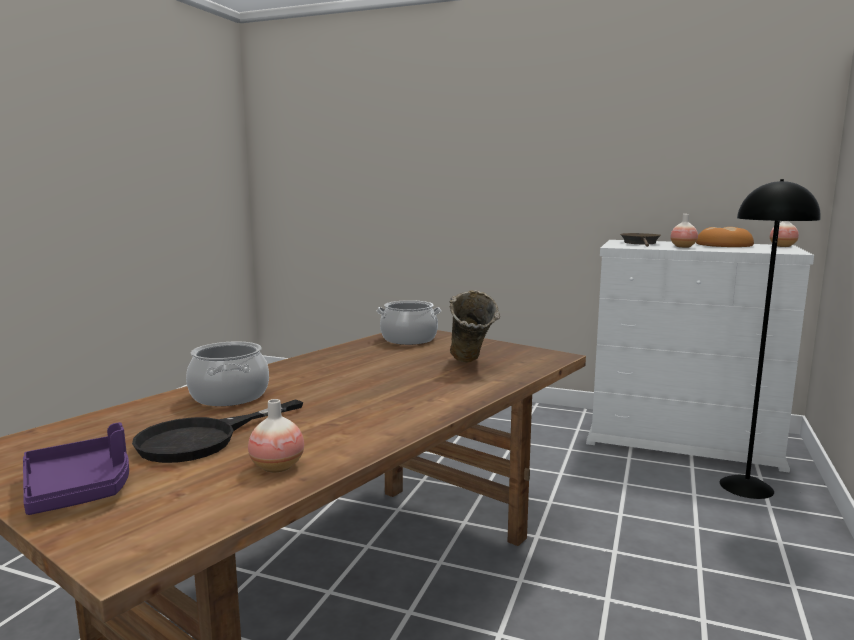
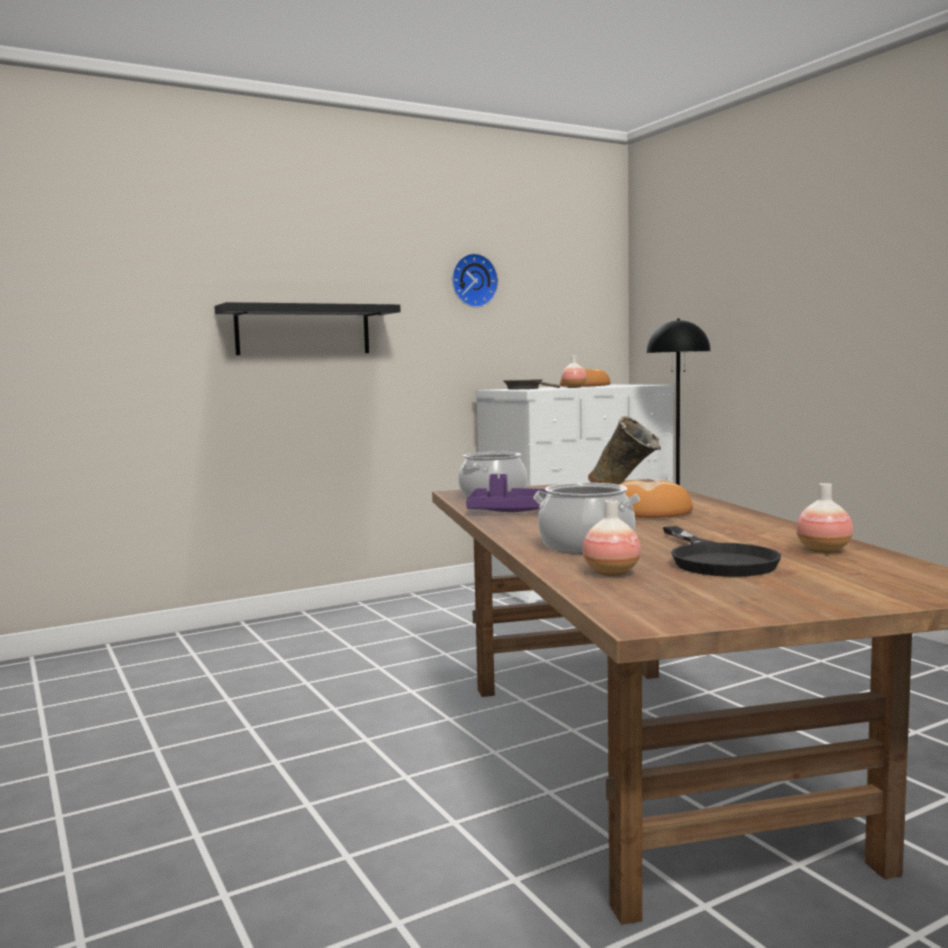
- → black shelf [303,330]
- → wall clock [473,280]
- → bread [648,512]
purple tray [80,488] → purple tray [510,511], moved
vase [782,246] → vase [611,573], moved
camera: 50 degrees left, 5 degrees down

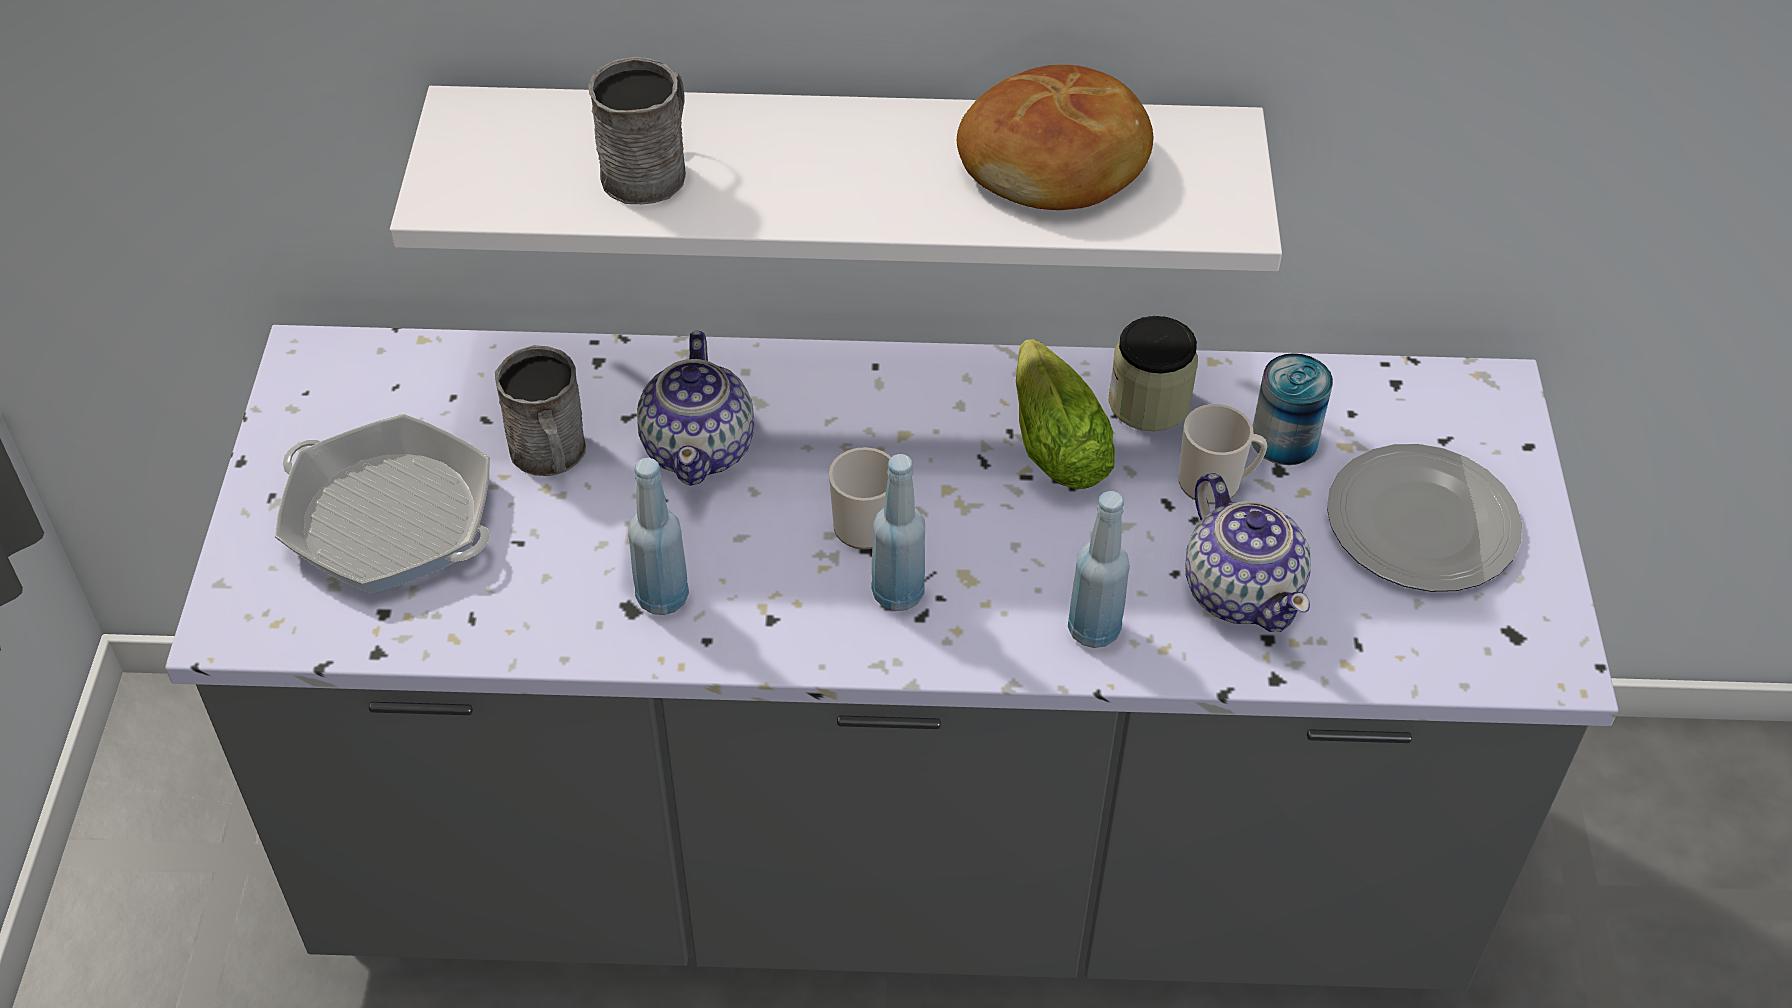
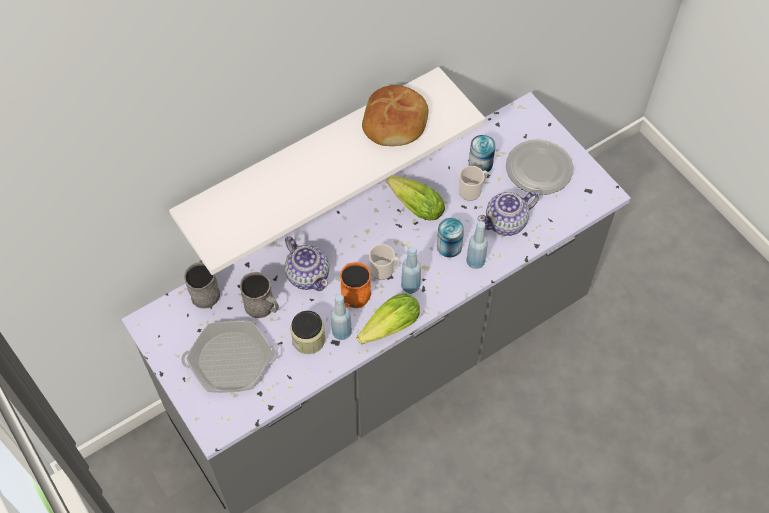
- → orange mug [353,298]
- → lettuce [386,329]
- → can [449,246]
grey mug [651,169] → grey mug [205,291], moved
jar [1149,403] → jar [308,339], moved
teapot [1241,590] → teapot [506,222], 120 degrees clockwise
camera: 35 degrees left, 10 degrees up

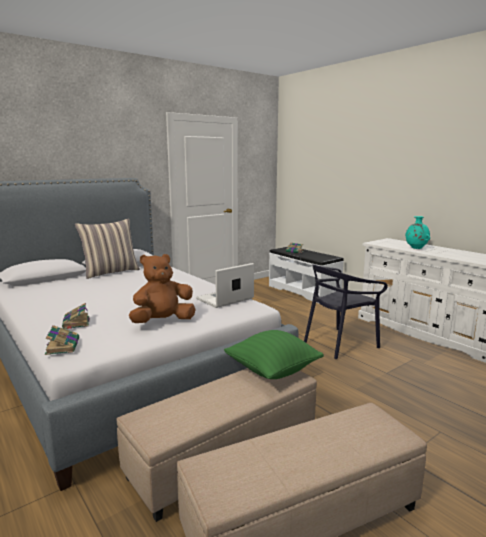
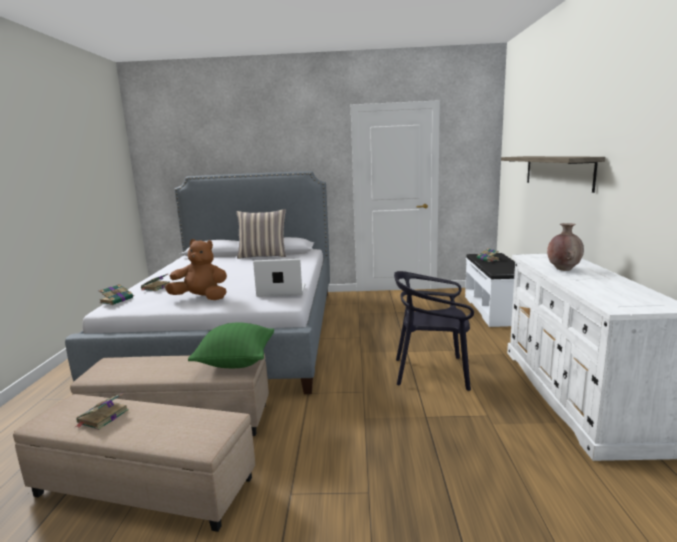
- → book [102,417]
- → shelf [557,171]
turquoise vase [416,248] → brown vase [563,269]
camera: 40 degrees right, 0 degrees up

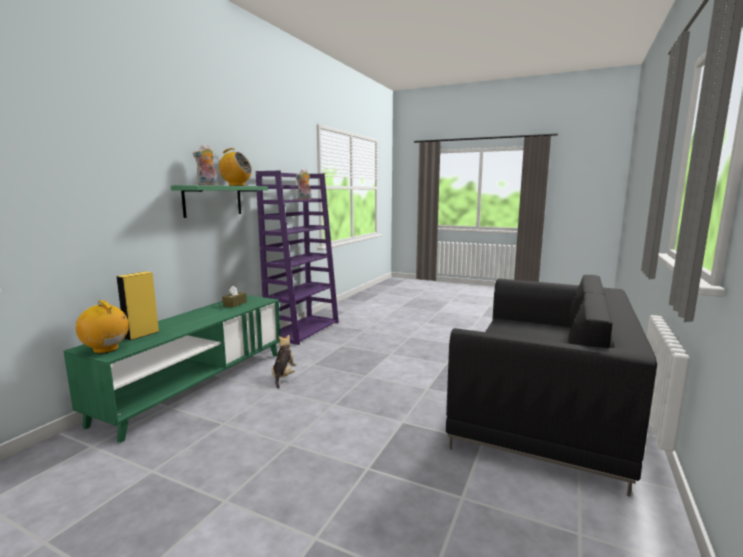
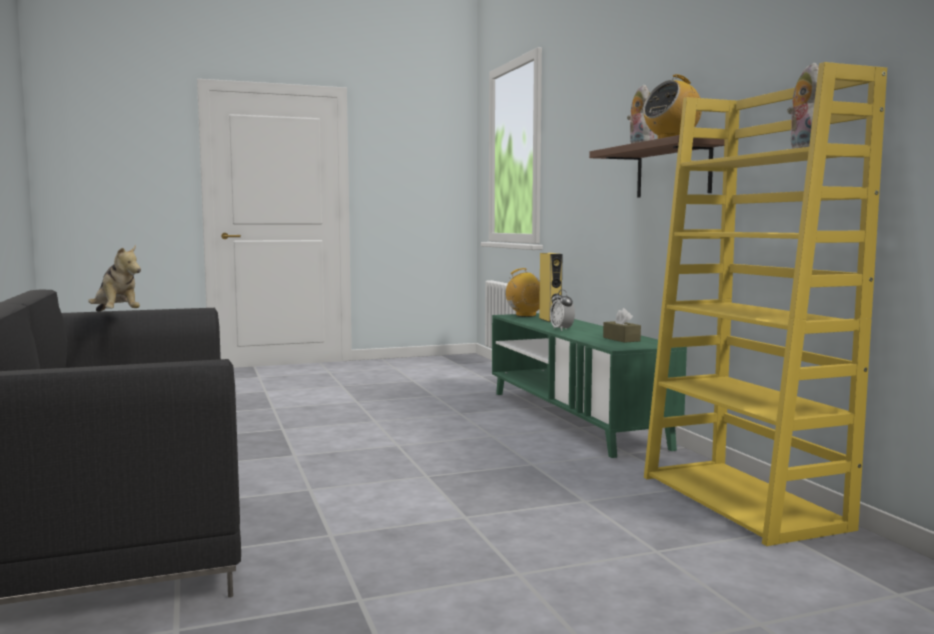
- → alarm clock [562,329]
plush toy [283,376] → plush toy [116,315], moved
green shelf [213,200] → brown shelf [673,170]
purple bookcase [303,329] → yellow bookcase [744,502]
camera: 135 degrees right, 5 degrees down

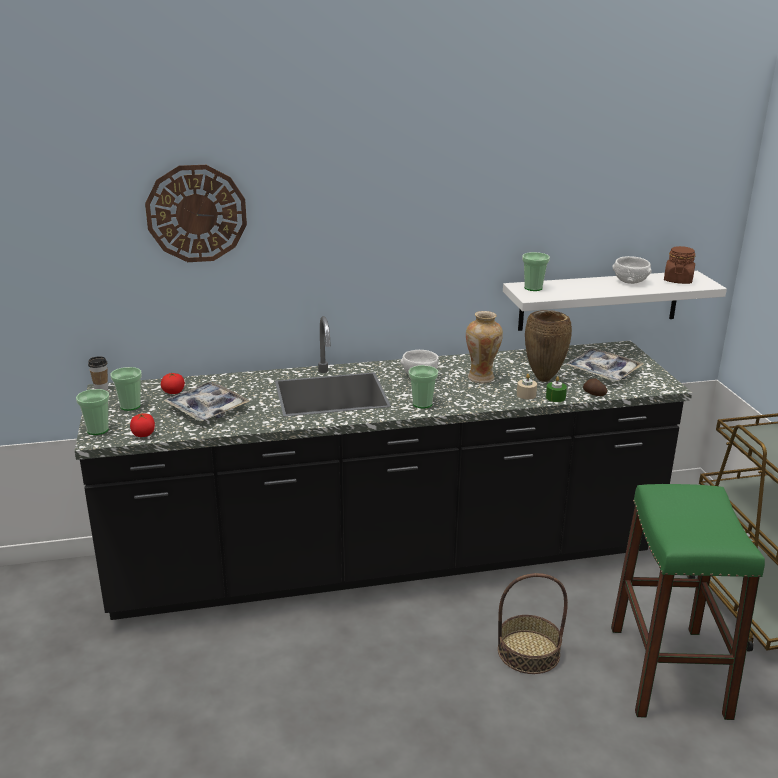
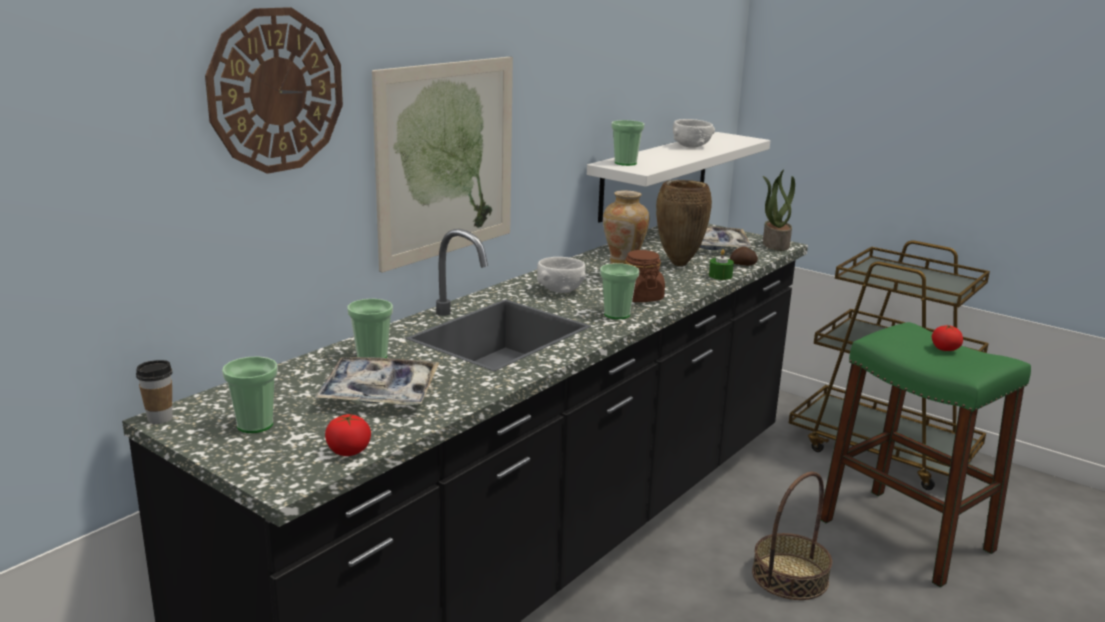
beige candle [526,395] → -
- → picture [446,160]
- → potted plant [775,244]
cup [97,430] → cup [372,357], moved
tomato [173,392] → tomato [945,349], moved
brown jar [678,280] → brown jar [640,297], moved
camera: 40 degrees left, 5 degrees down

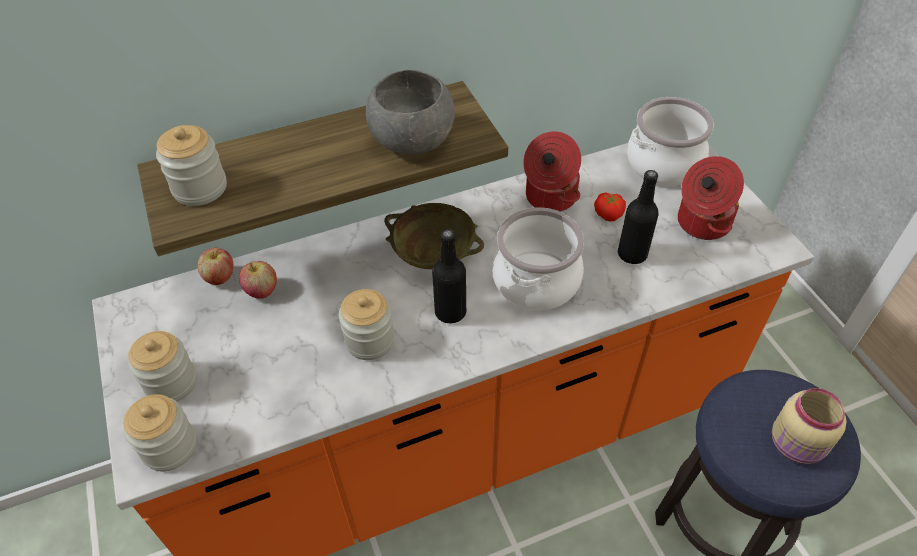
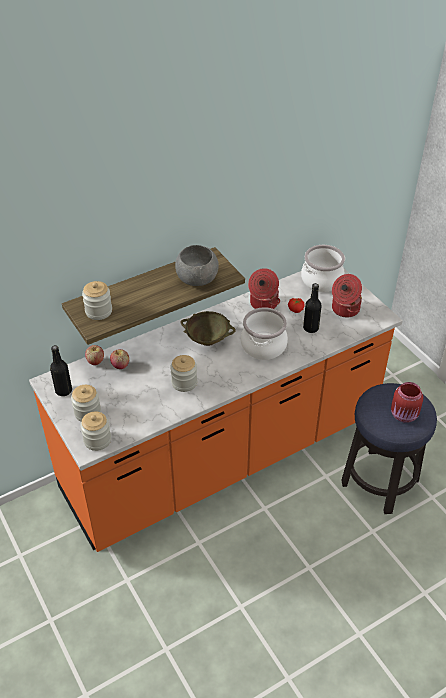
black bottle [450,312] → black bottle [63,390], moved
beige jar [797,446] → red jar [404,415]
camera: 10 degrees left, 5 degrees down

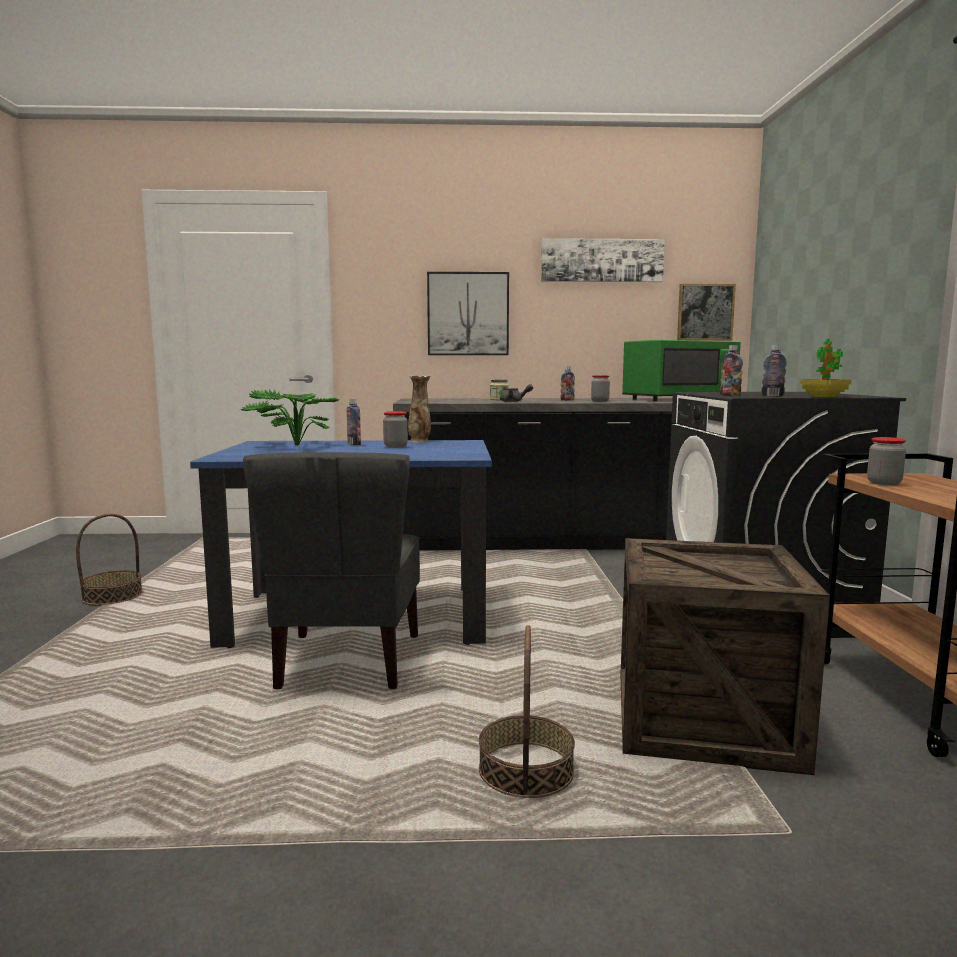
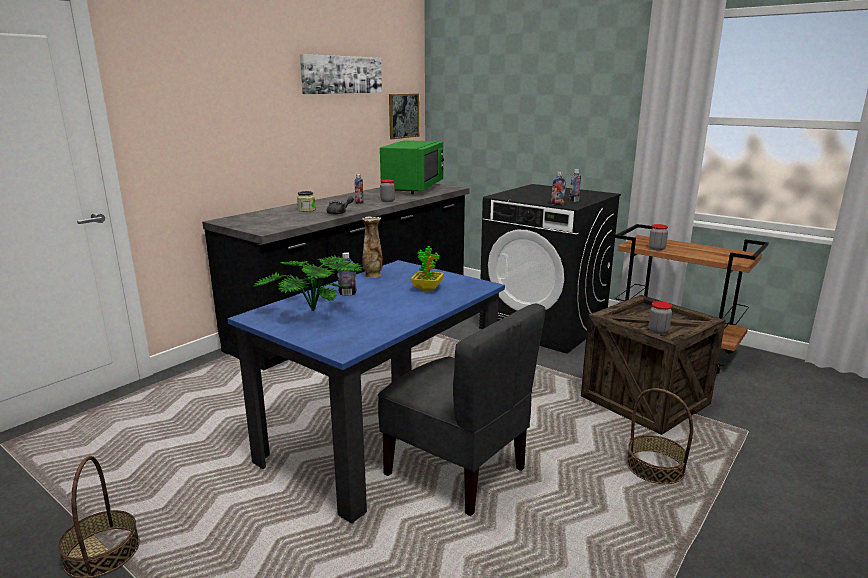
picture [468,314] → -
jar [395,446] → jar [658,331], moved
potted plant [824,396] → potted plant [427,289], moved
camera: 50 degrees left, 10 degrees up

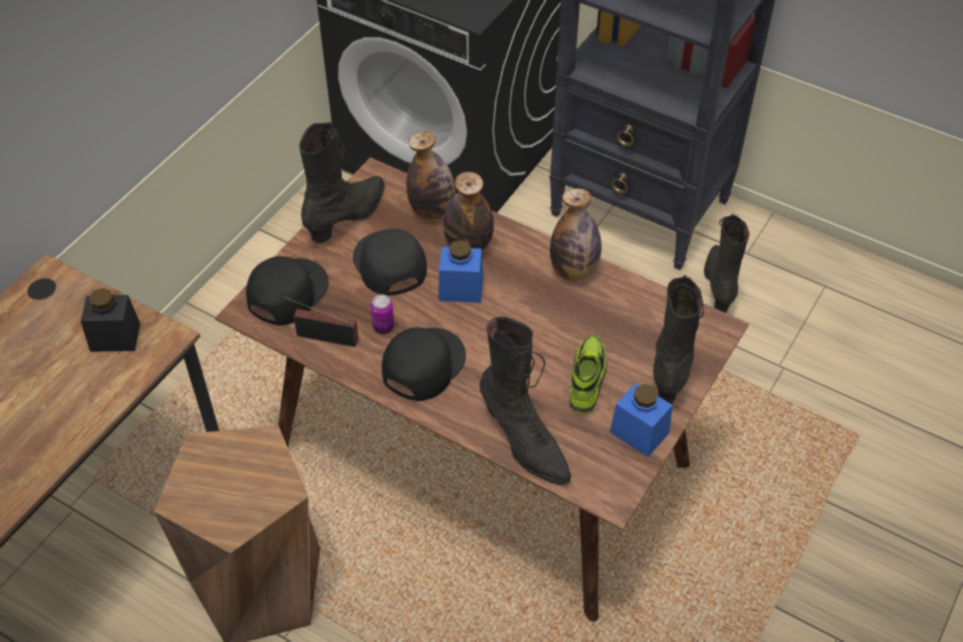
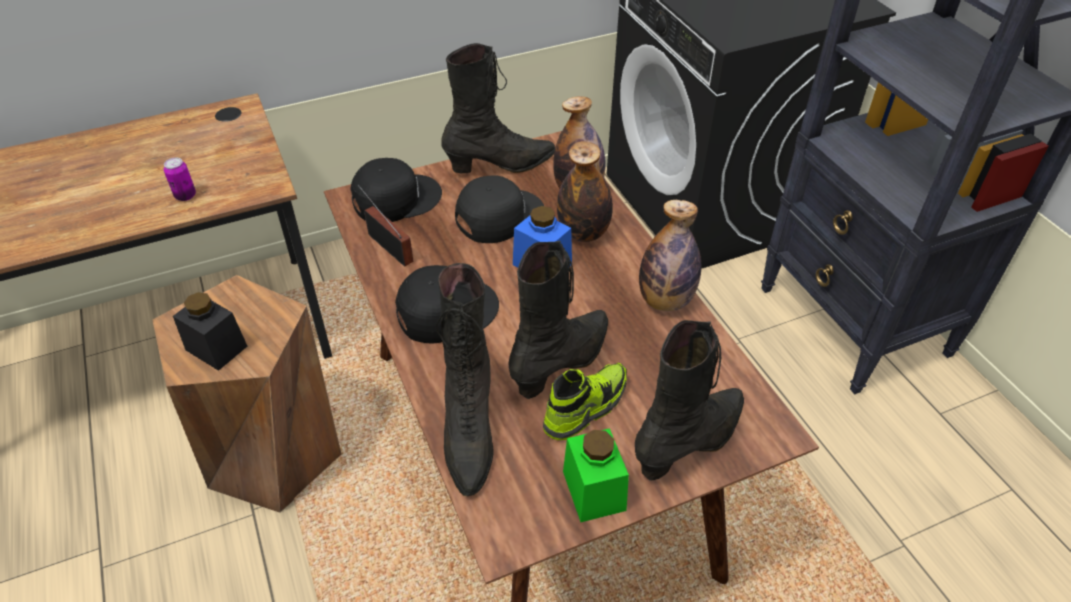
black jar [115,337] → black jar [216,348], moved
can [383,327] → can [185,196], moved
black boot [719,285] → black boot [563,363], moved
blue jar [639,432] → green jar [594,491]
black cap [388,264] → black cap [498,216], 45 degrees clockwise
camera: 35 degrees right, 5 degrees down

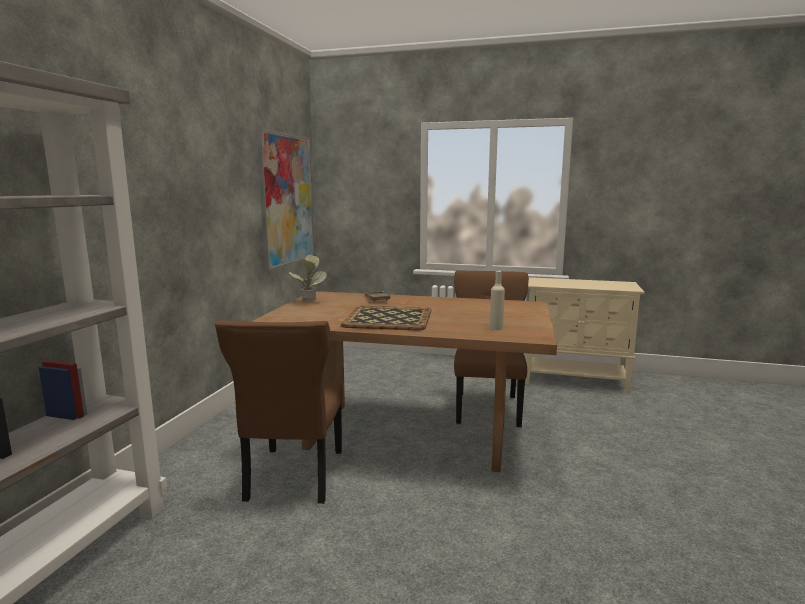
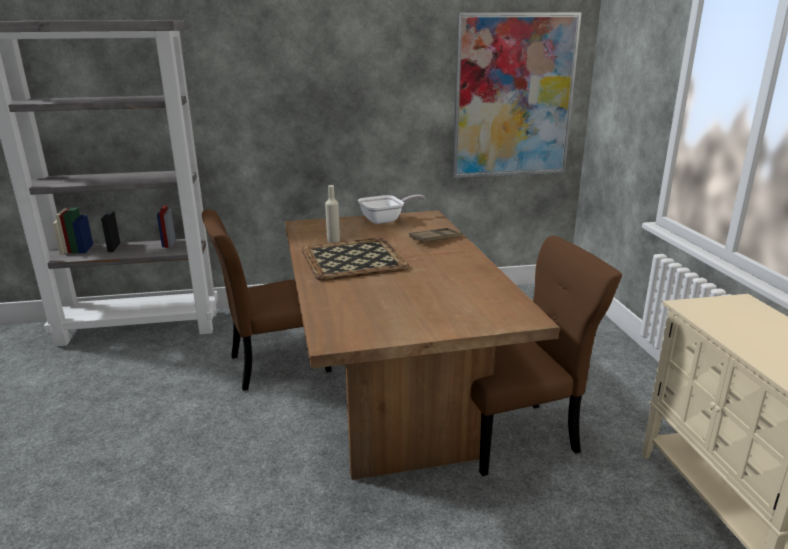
beige bottle [496,328] → beige bottle [333,240], moved
potted plant [309,302] → frying pan [386,220]
camera: 65 degrees right, 10 degrees up

